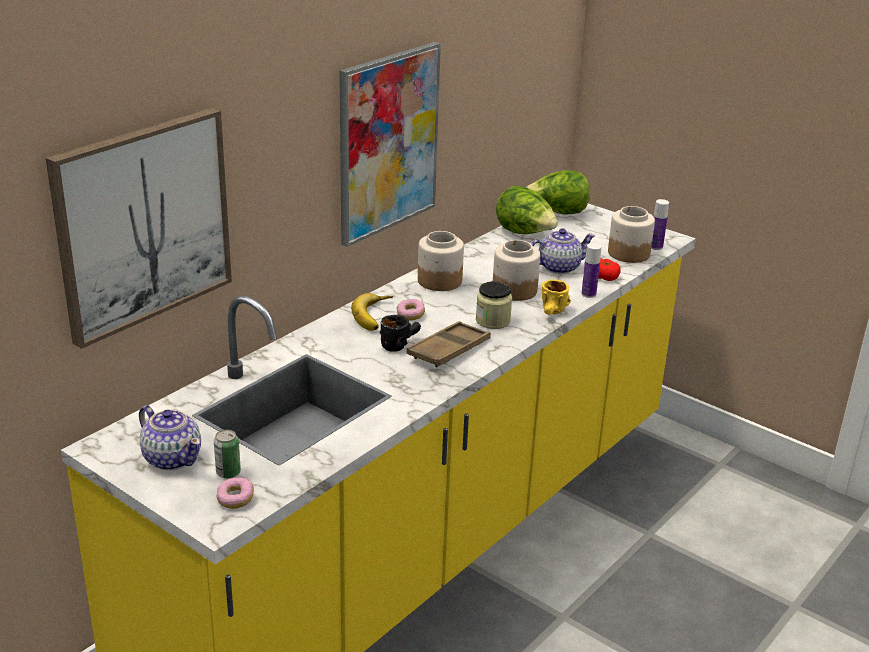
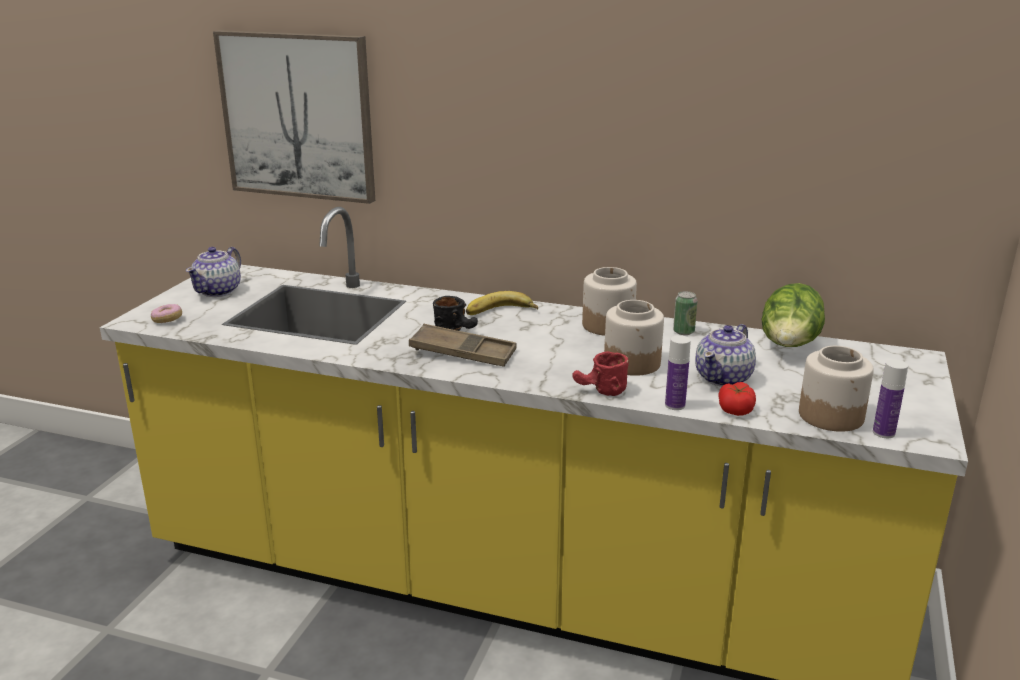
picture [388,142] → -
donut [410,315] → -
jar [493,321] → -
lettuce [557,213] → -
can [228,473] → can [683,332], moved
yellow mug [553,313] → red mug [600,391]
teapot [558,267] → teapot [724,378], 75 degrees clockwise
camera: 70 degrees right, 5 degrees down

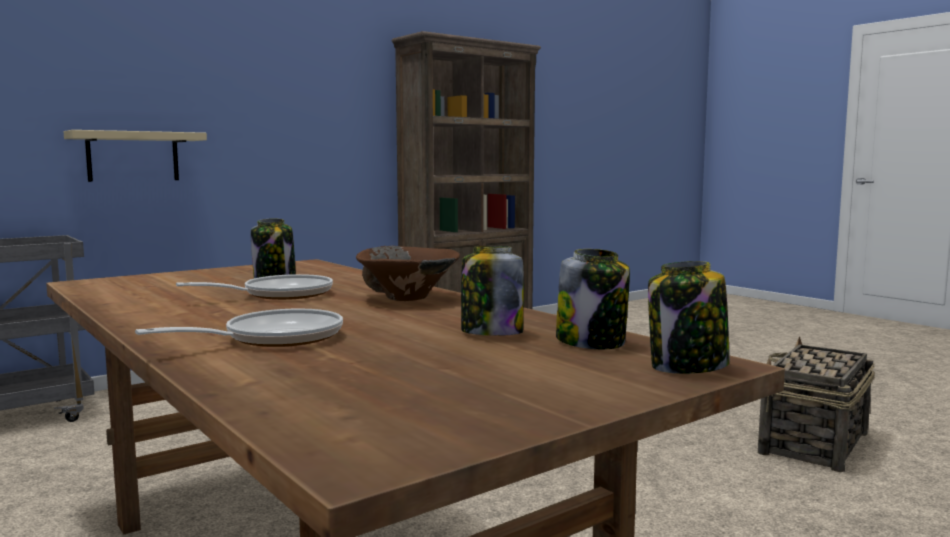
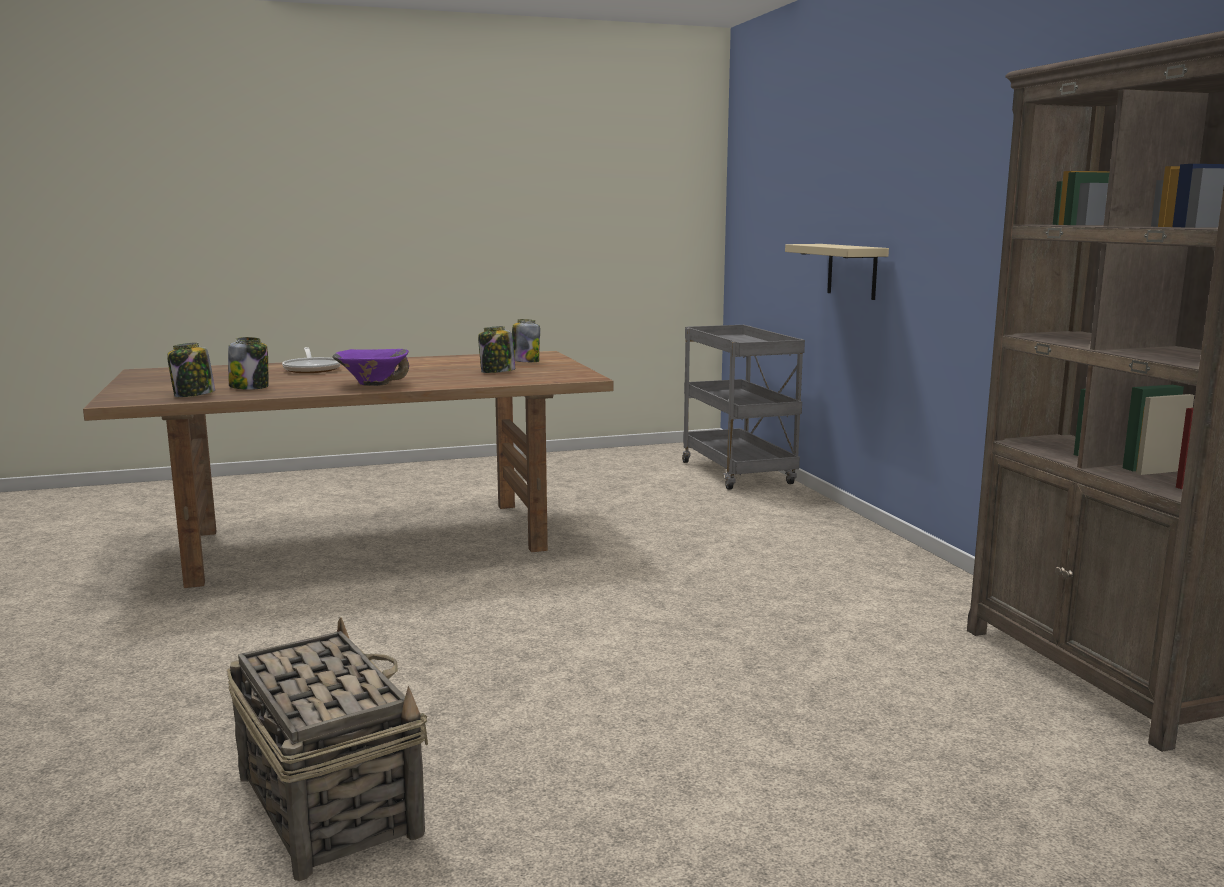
frying pan [280,295] → -
jar [687,367] → jar [525,362], moved
brown bowl [408,298] → purple bowl [373,384]
camera: 110 degrees right, 5 degrees up

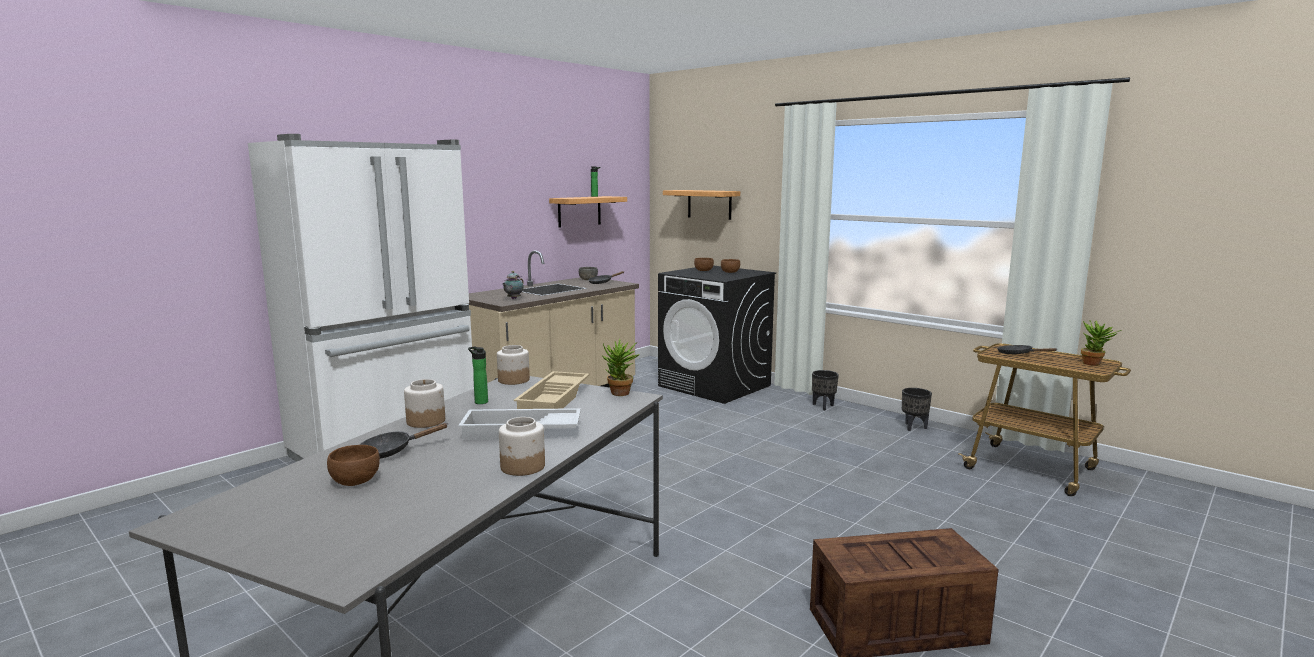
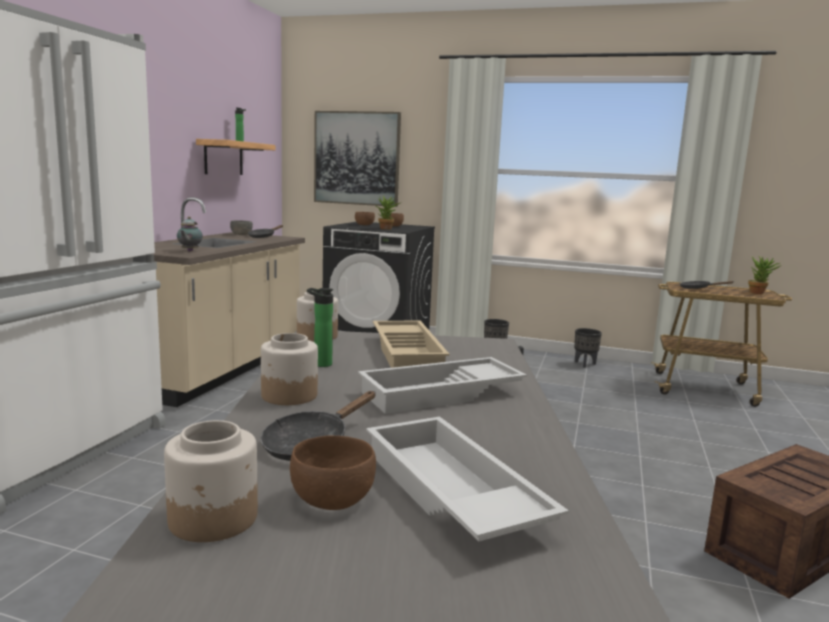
- → white tray [448,492]
jar [523,467] → jar [214,519], moved
potted plant [620,394] → potted plant [387,229], moved
shelf [709,204] → picture [357,158]
camera: 25 degrees left, 0 degrees up

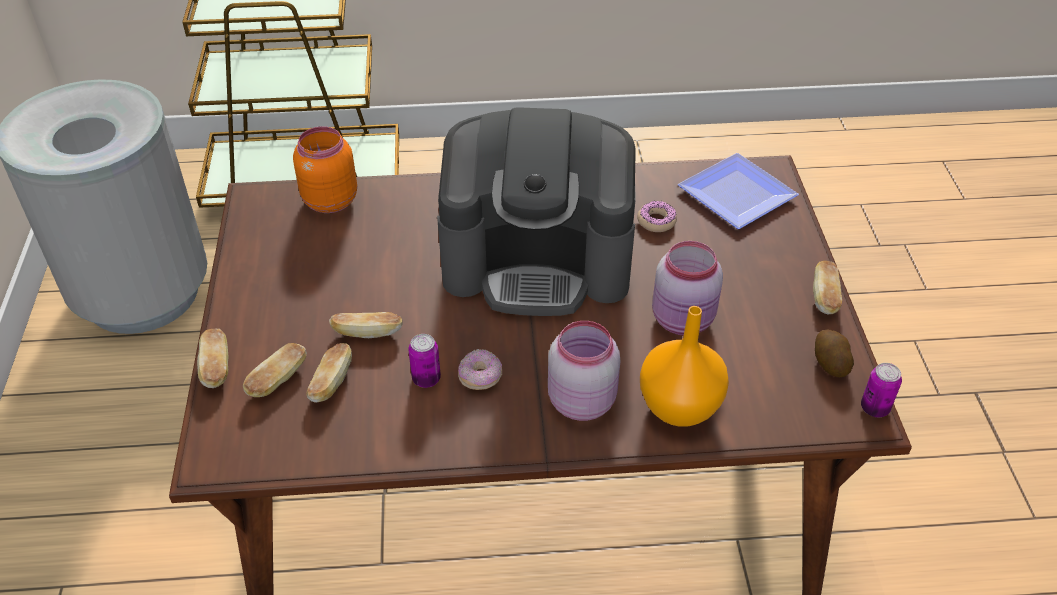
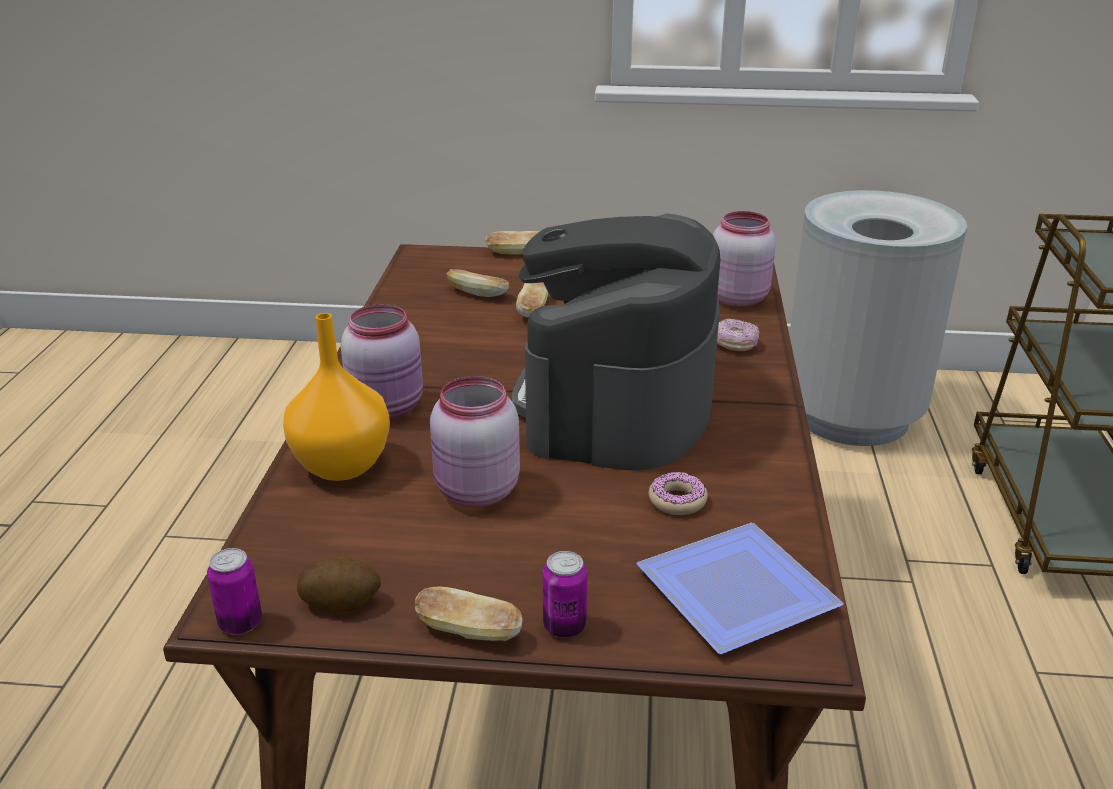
bread [278,380] → -
can [426,379] → can [564,626], moved
donut [480,377] → donut [735,345], moved
orange jar [328,201] → pink jar [738,297]
camera: 100 degrees right, 15 degrees down

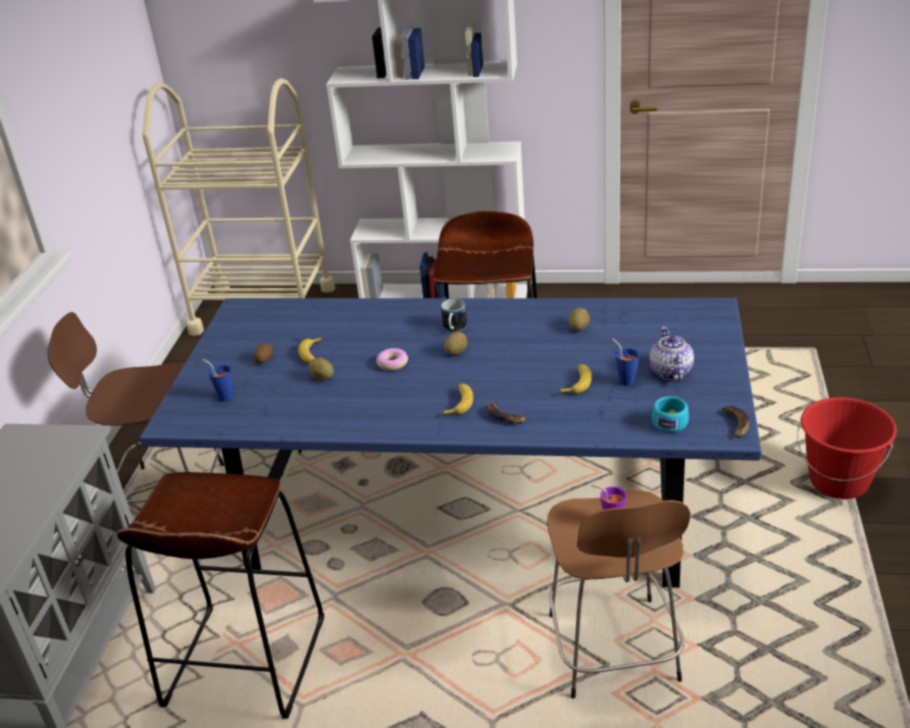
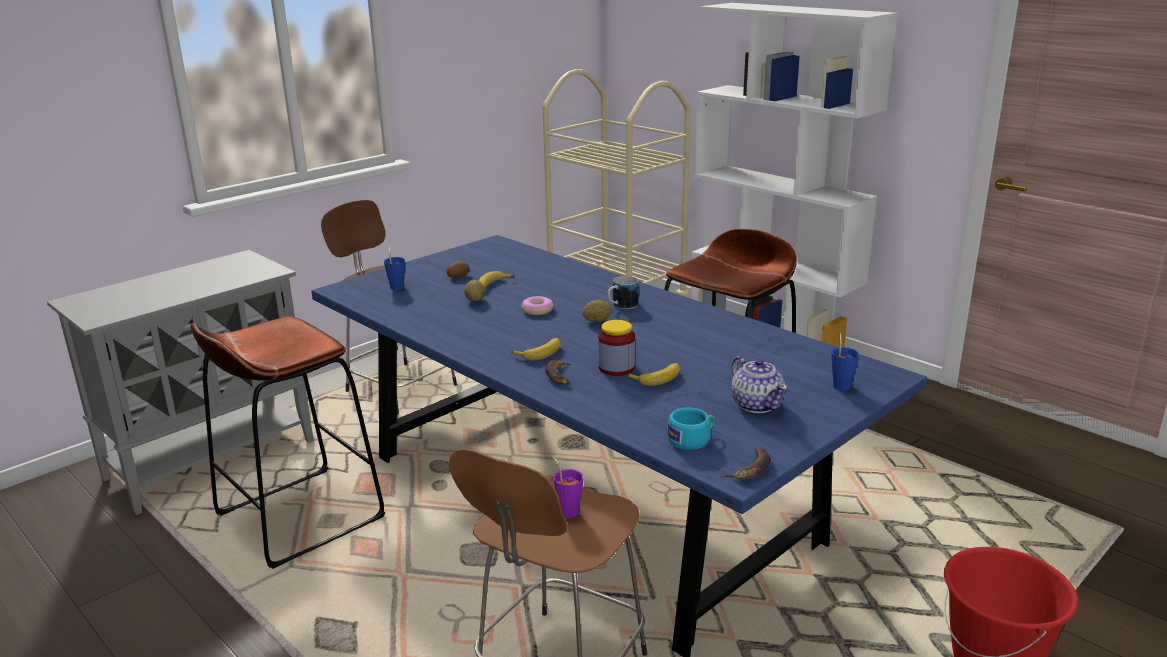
potato [579,328] → -
- → jar [616,368]
blue cup [624,379] → blue cup [841,385], moved
teapot [670,372] → teapot [757,404], 120 degrees clockwise
camera: 35 degrees right, 10 degrees down

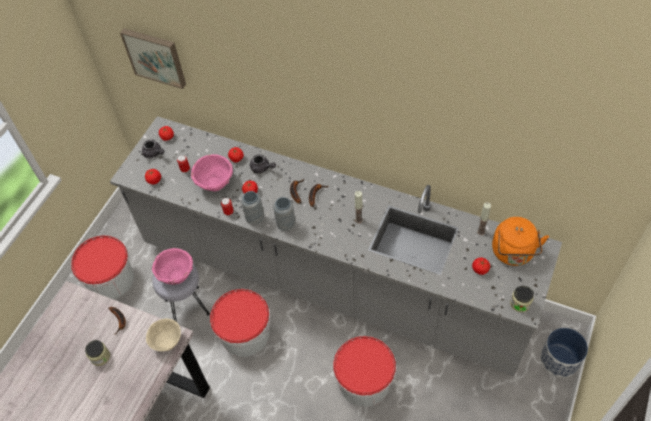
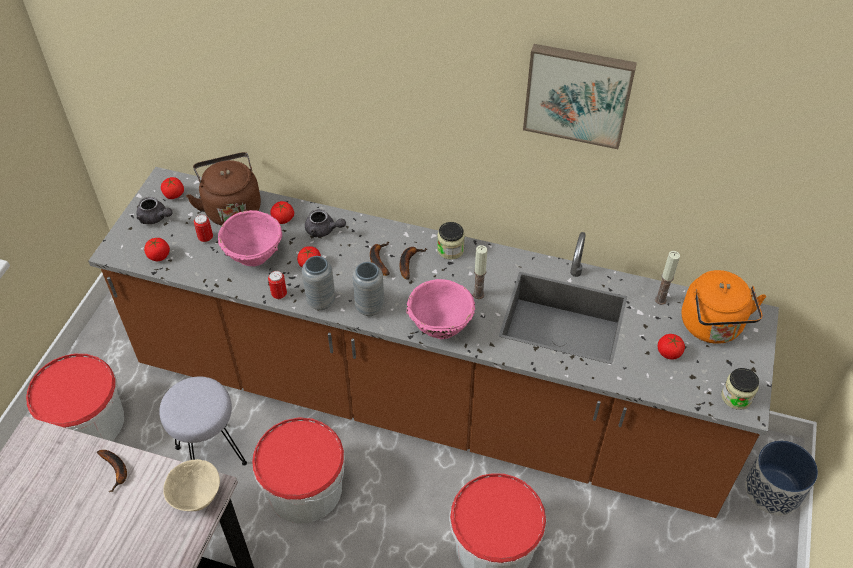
- → brown kettle [231,208]
jar [100,357] → jar [450,250], moved
picture [155,56] → picture [578,94], moved
pink bowl [176,275] → pink bowl [440,326], moved
grey counter [331,281] → brown counter [426,403]
camera: 10 degrees left, 5 degrees down

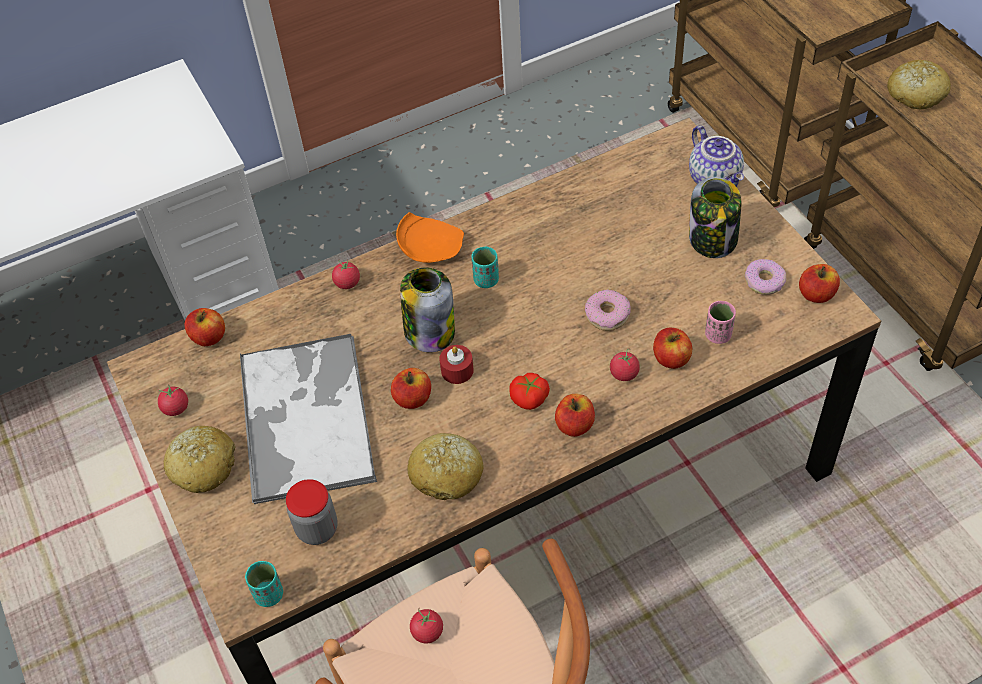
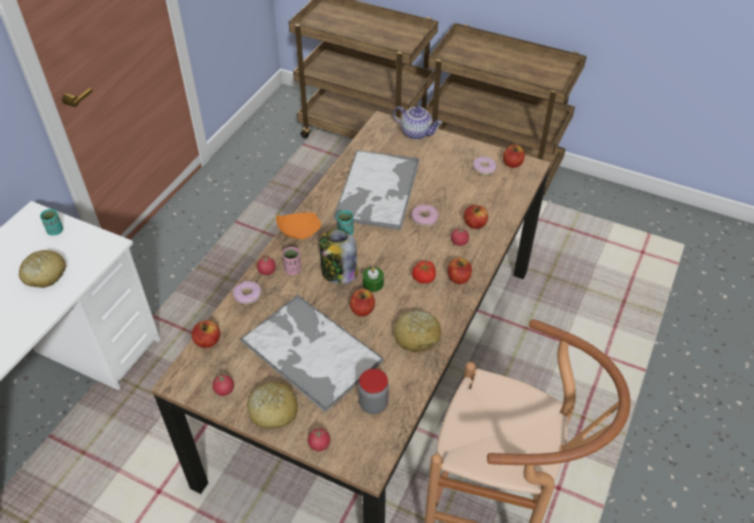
jar [713,239] → -
- → donut [248,296]
- → tray [377,191]
turquoise cup [269,594] → turquoise cup [55,231], moved
tomato [427,632] → tomato [319,444], moved
pink cup [718,335] → pink cup [293,269], moved
bread [915,94] → bread [44,275], moved
red candle [457,370] → green candle [373,284]
camera: 40 degrees left, 5 degrees down

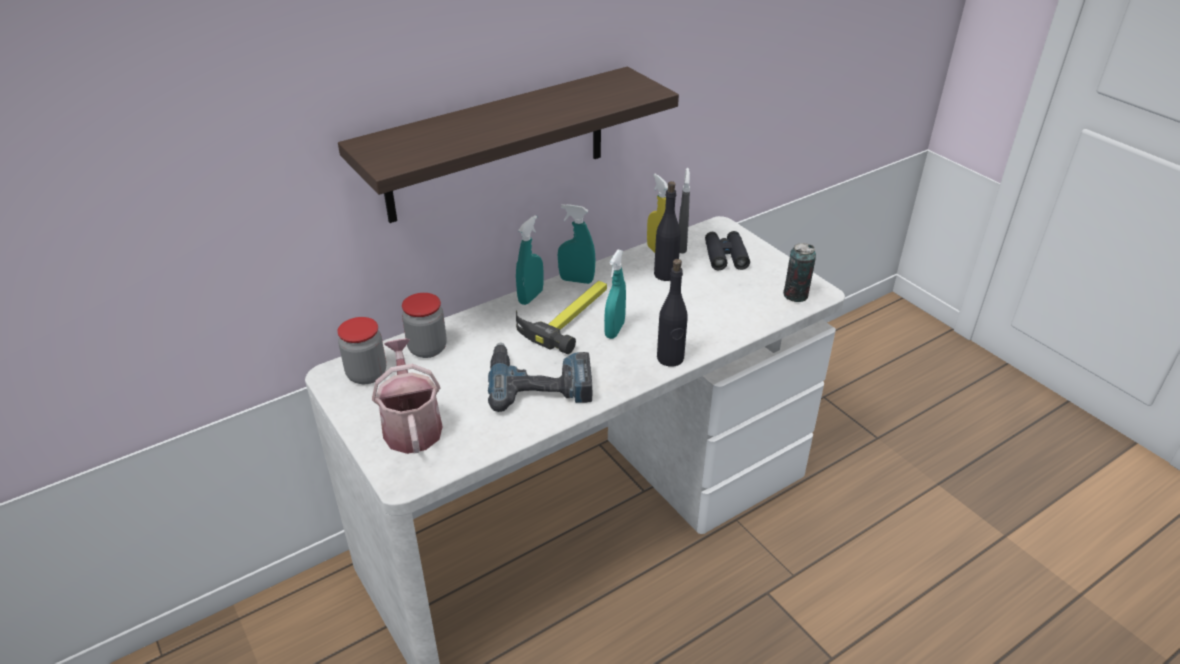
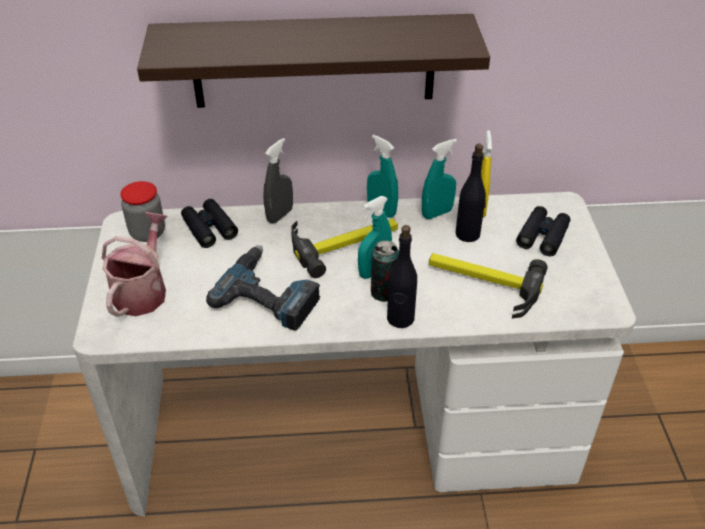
- → hammer [482,283]
turquoise spray bottle [530,297] → turquoise spray bottle [437,213], moved
grey spray bottle [681,246] → grey spray bottle [280,215], moved
can [795,295] → can [384,292], moved
jar [427,348] → black binoculars [209,228]
camera: 30 degrees right, 5 degrees up

